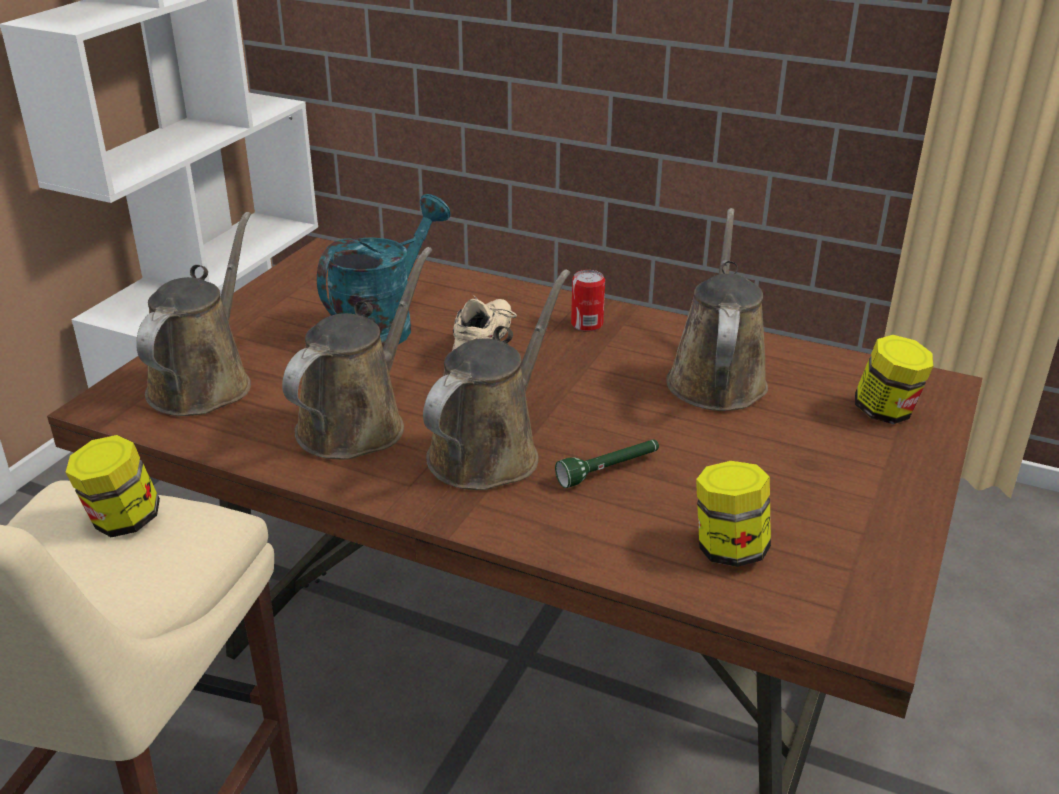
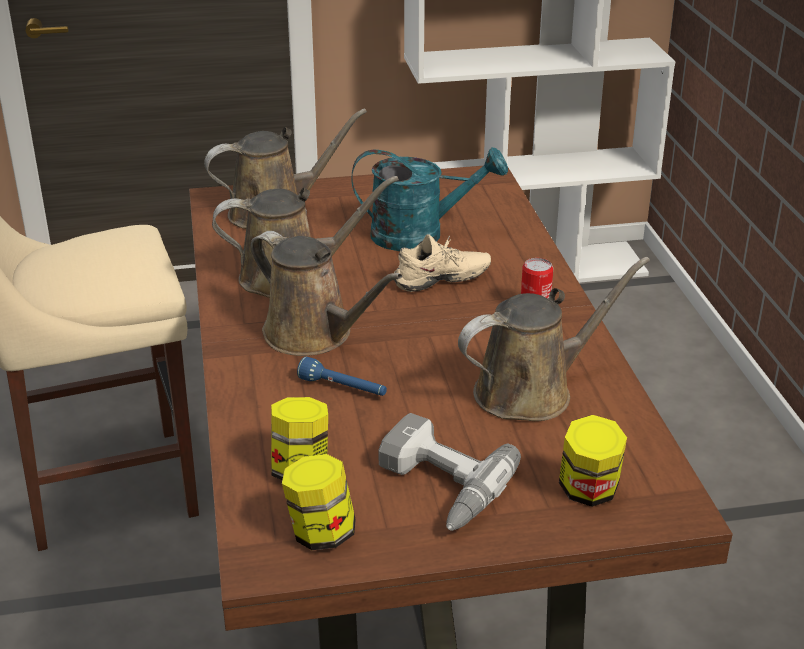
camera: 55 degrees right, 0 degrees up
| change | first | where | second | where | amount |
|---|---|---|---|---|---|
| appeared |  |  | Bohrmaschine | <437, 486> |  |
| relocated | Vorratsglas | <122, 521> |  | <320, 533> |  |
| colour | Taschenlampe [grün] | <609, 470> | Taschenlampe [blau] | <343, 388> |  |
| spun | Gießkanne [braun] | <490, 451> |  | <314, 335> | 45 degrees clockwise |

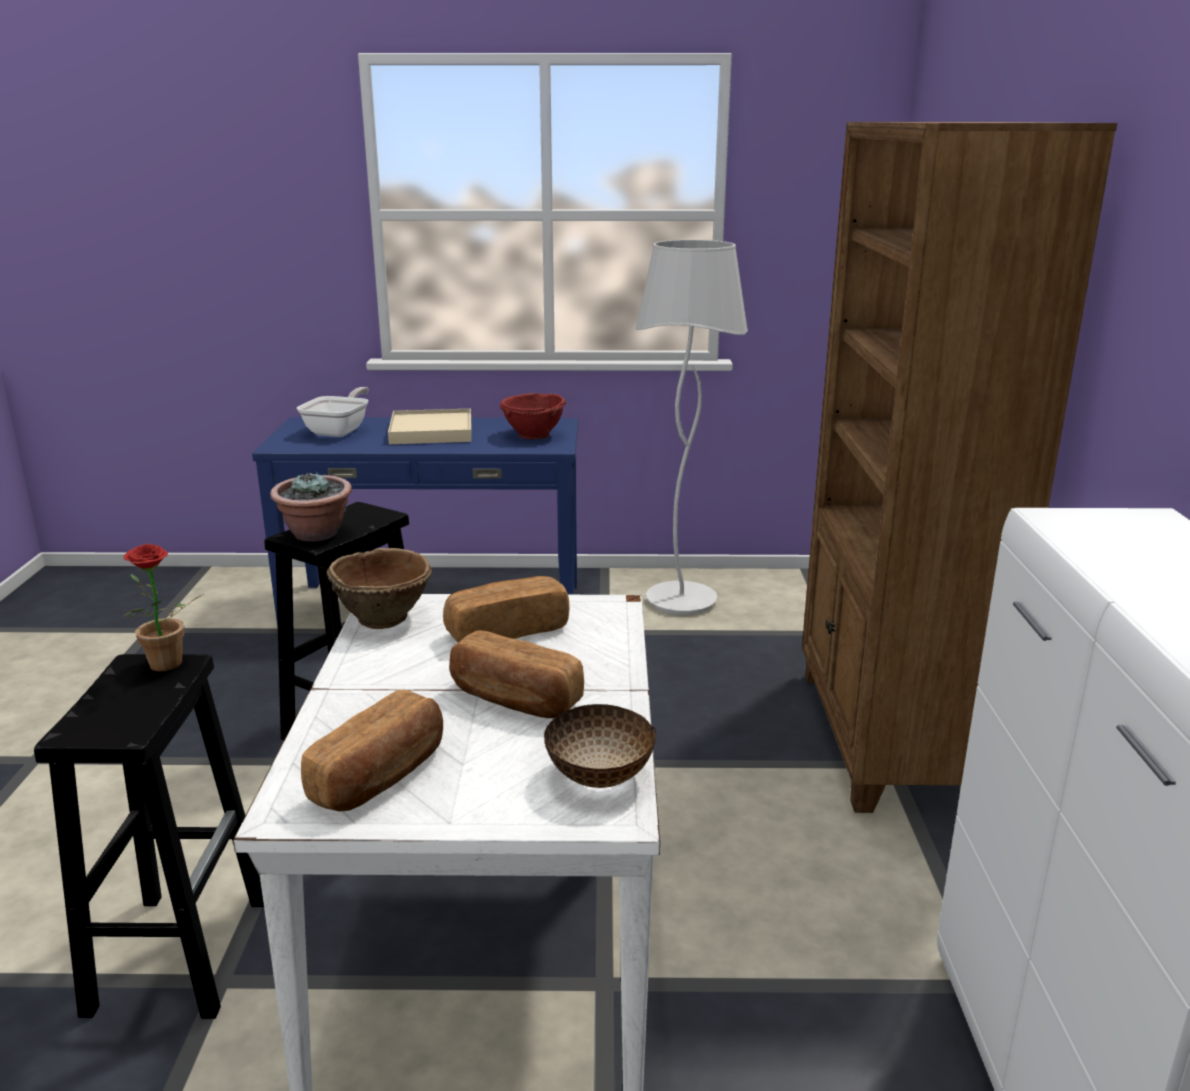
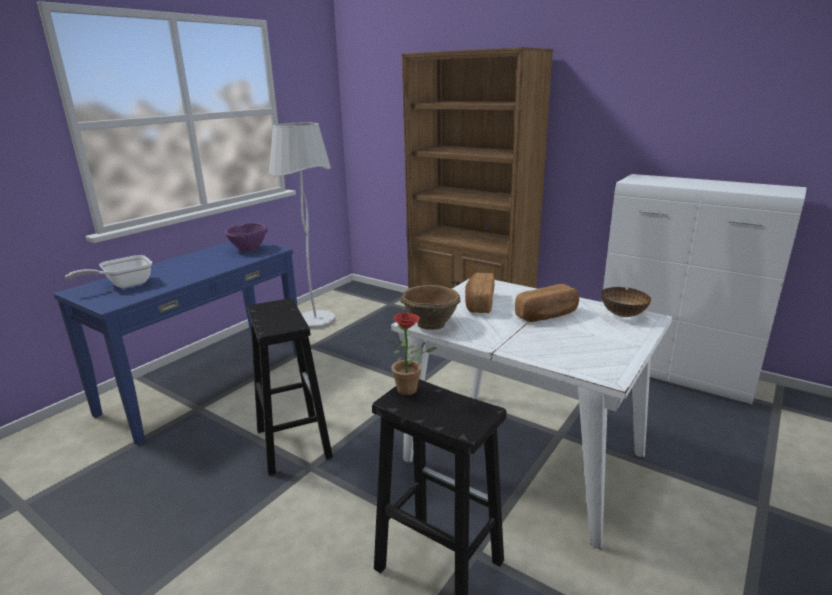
camera: 55 degrees left, 0 degrees up
| change | first | where | second | where | amount |
|---|---|---|---|---|---|
| missing | Topfpflanze | <316, 534> |  |  |  |
| missing | Brot | <381, 776> |  |  |  |
| missing | Tablett [beige] | <431, 431> |  |  |  |
| colour | Schüssel [rot] | <533, 436> | Schüssel [lila] | <248, 250> |  |
| spun | Pfanne | <340, 430> |  | <124, 285> | 90 degrees counterclockwise |

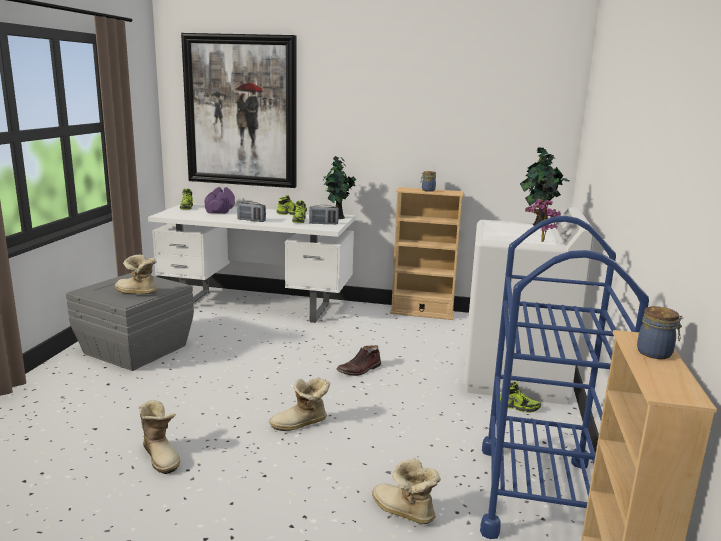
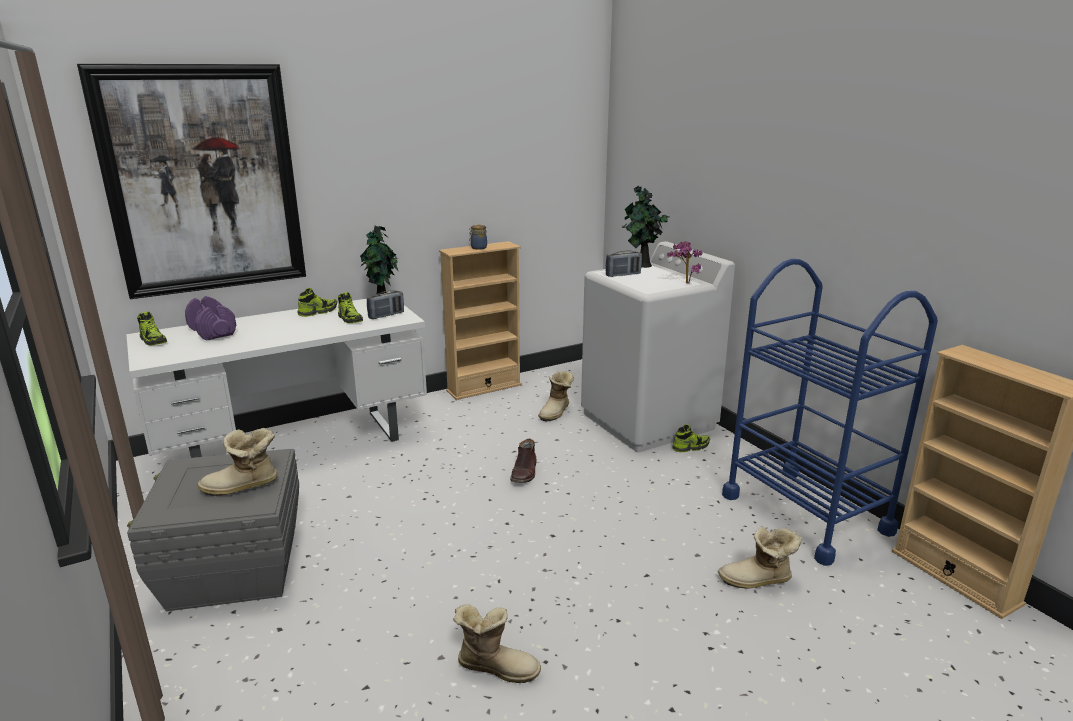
camera: 40 degrees left, 5 degrees up
| change | first | where | second | where | amount |
|---|---|---|---|---|---|
| missing | Vorratsglas | <656, 353> |  |  |  |
| relocated | Radio | <251, 220> |  | <623, 275> |  |
| relocated | Stiefel | <301, 424> |  | <556, 412> |  |

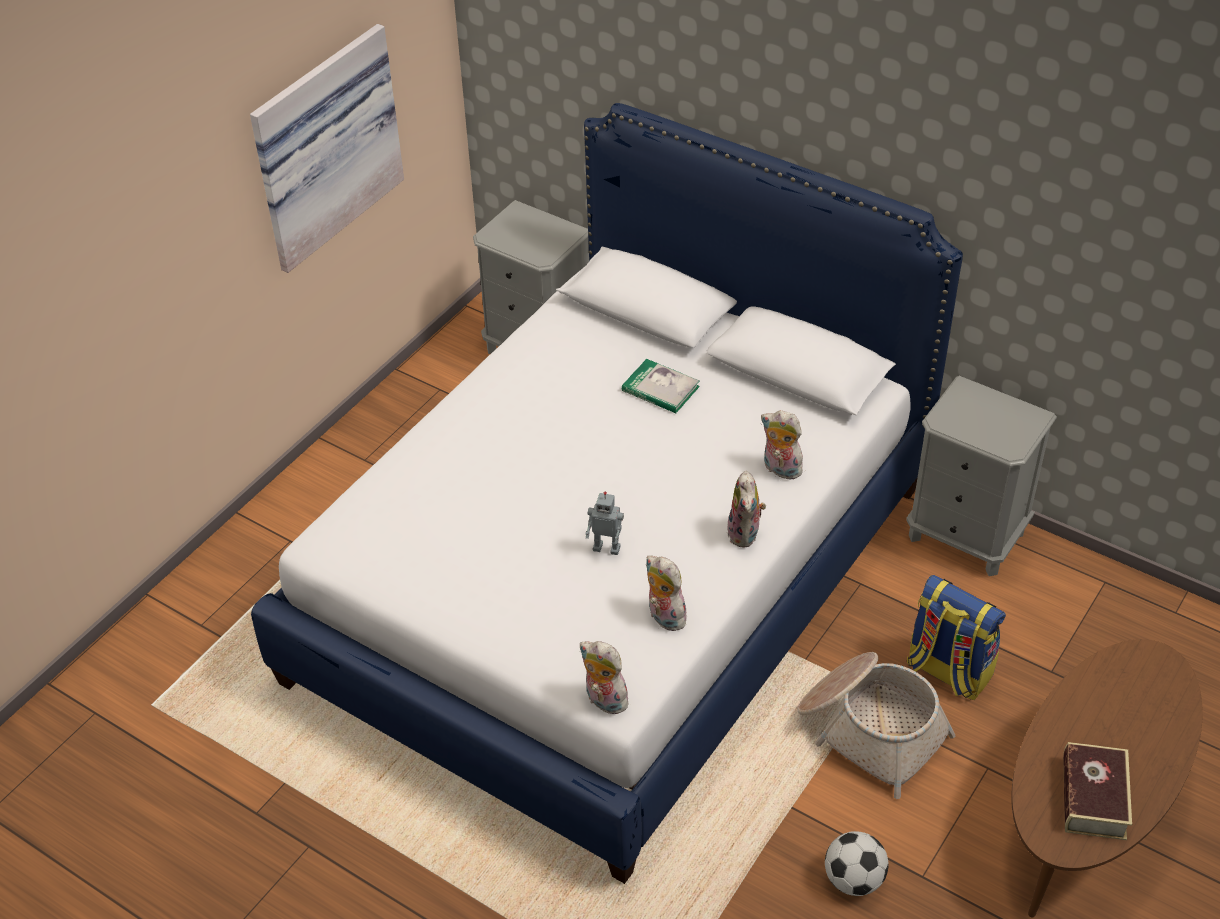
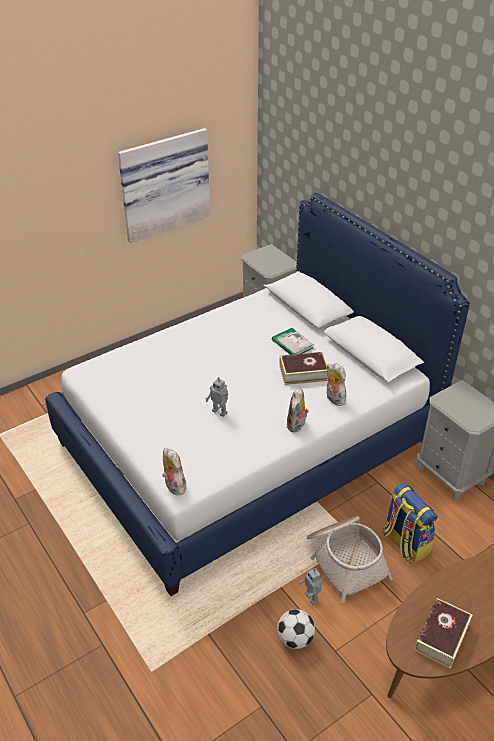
camera: 20 degrees right, 5 degrees down
| change | first | where | second | where | amount |
|---|---|---|---|---|---|
| missing | Plüschtier | <663, 617> |  |  |  |
| appeared |  |  | Buch | <303, 373> |  |
| appeared |  |  | Spielzeugroboter | <312, 597> |  |

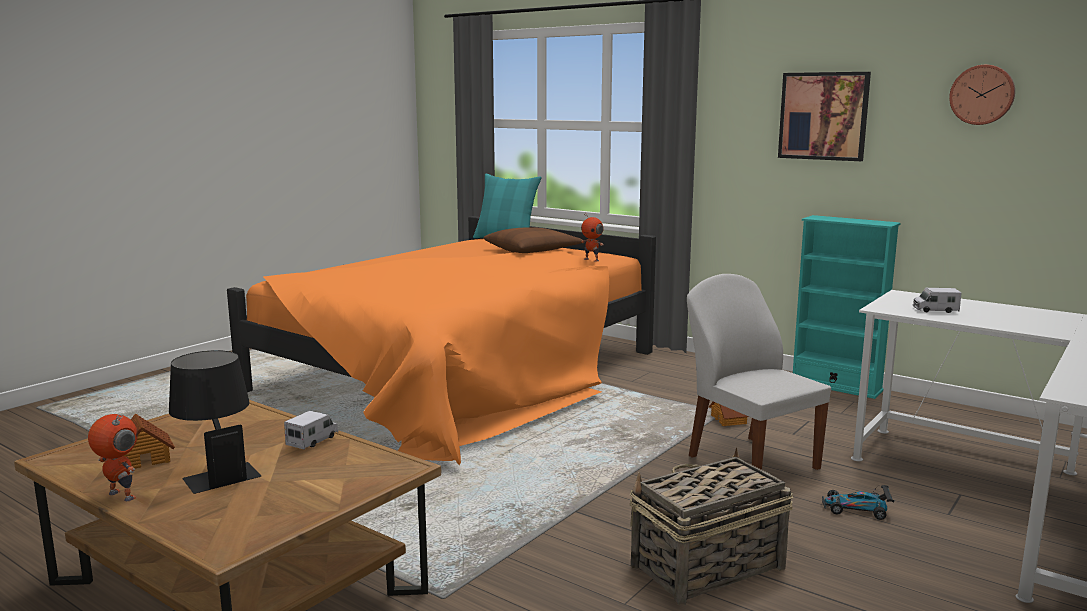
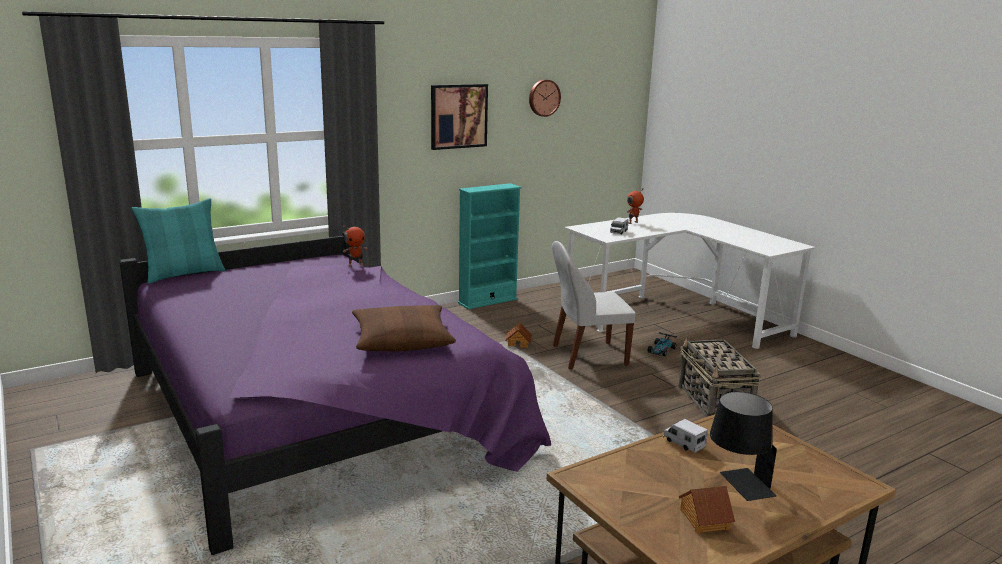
camera: 70 degrees left, 5 degrees up
| change | first | where | second | where | amount |
|---|---|---|---|---|---|
| relocated | Spielzeugroboter | <120, 496> |  | <633, 223> |  |
| relocated | Kissen [braun] | <533, 250> |  | <402, 339> |  |
| colour | Bett [orange] | <460, 375> | Bett [lila] | <320, 413> |  |

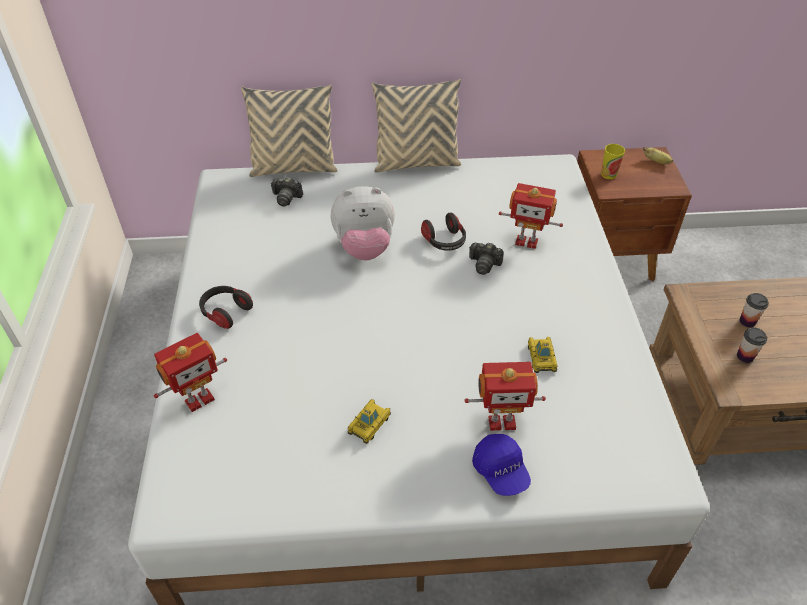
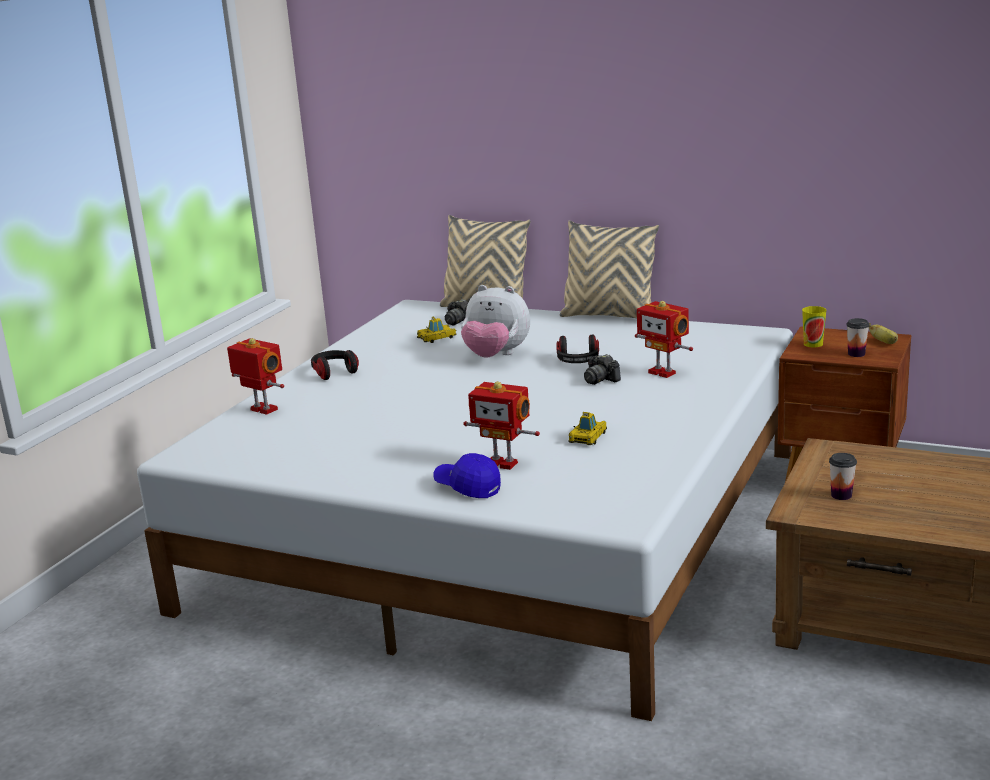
camera: 30 degrees right, 25 degrees down
| change | first | where | second | where | amount |
|---|---|---|---|---|---|
| relocated | Spielzeugauto | <369, 424> |  | <437, 338> |  |
| relocated | Tasse | <747, 321> |  | <856, 354> |  |
| spun | Spielzeugroboter | <198, 399> |  | <262, 410> | 135 degrees counterclockwise |
| spun | Kappe [blau] | <501, 471> |  | <467, 487> | 120 degrees clockwise |

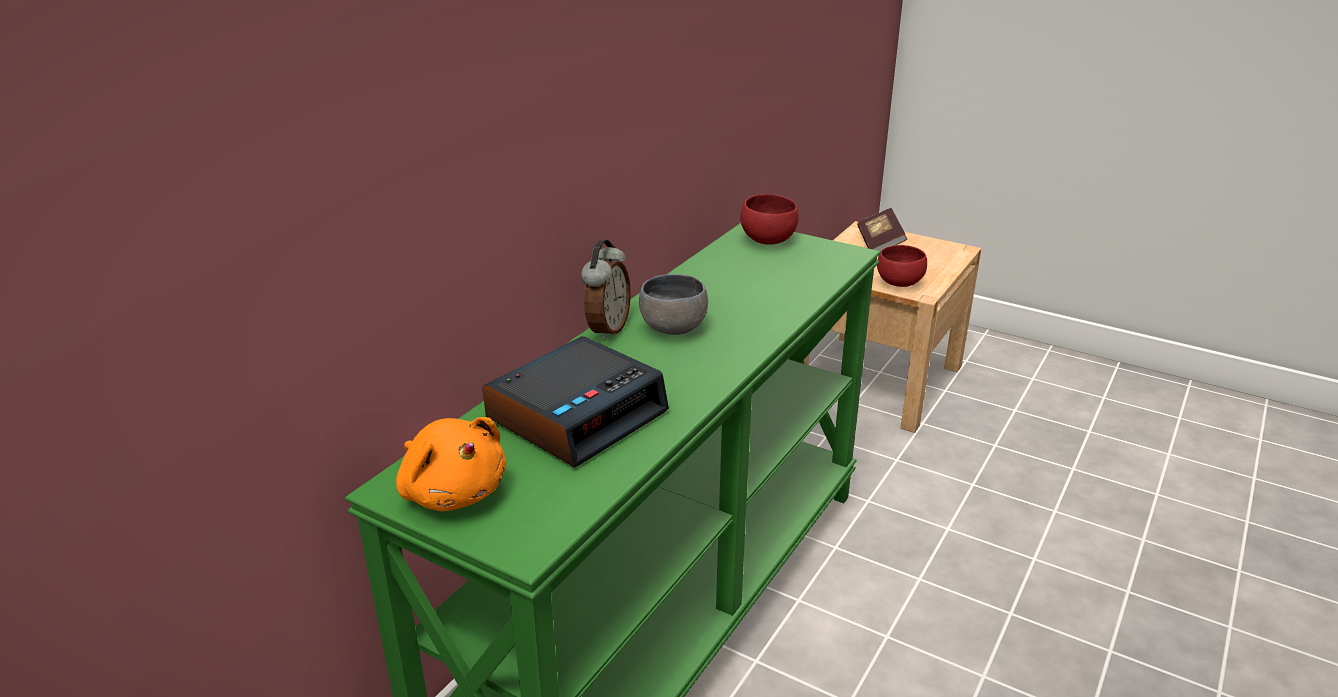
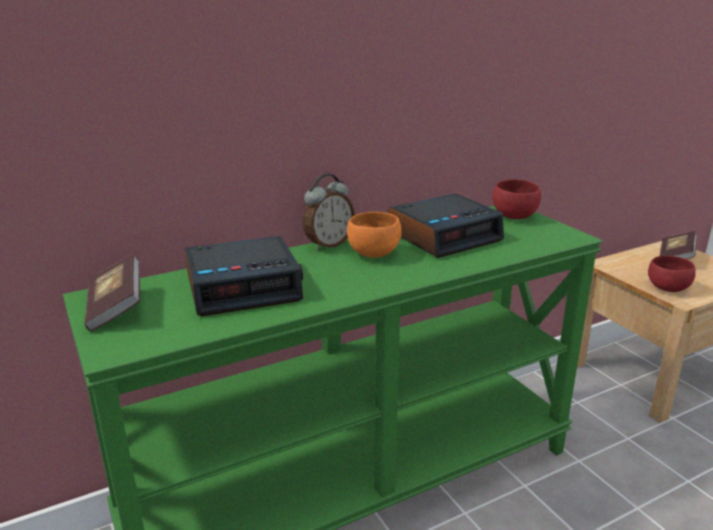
camera: 30 degrees right, 5 degrees down
| change | first | where | second | where | amount |
|---|---|---|---|---|---|
| appeared |  |  | Wecker | <444, 235> |  |
| exchanged | Plüschtier [orange] | <452, 491> | Buch | <116, 308> |  |
| colour | Schüssel [grau] | <670, 328> | Schüssel [orange] | <372, 253> |  |

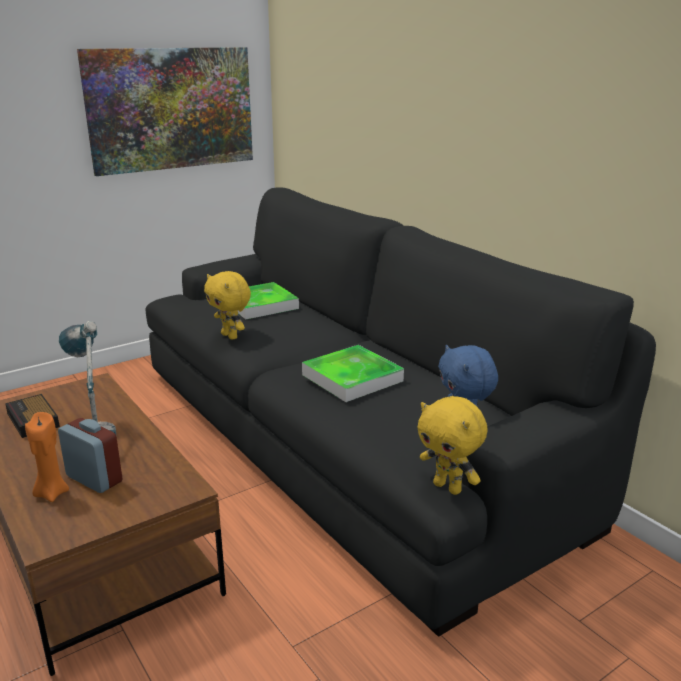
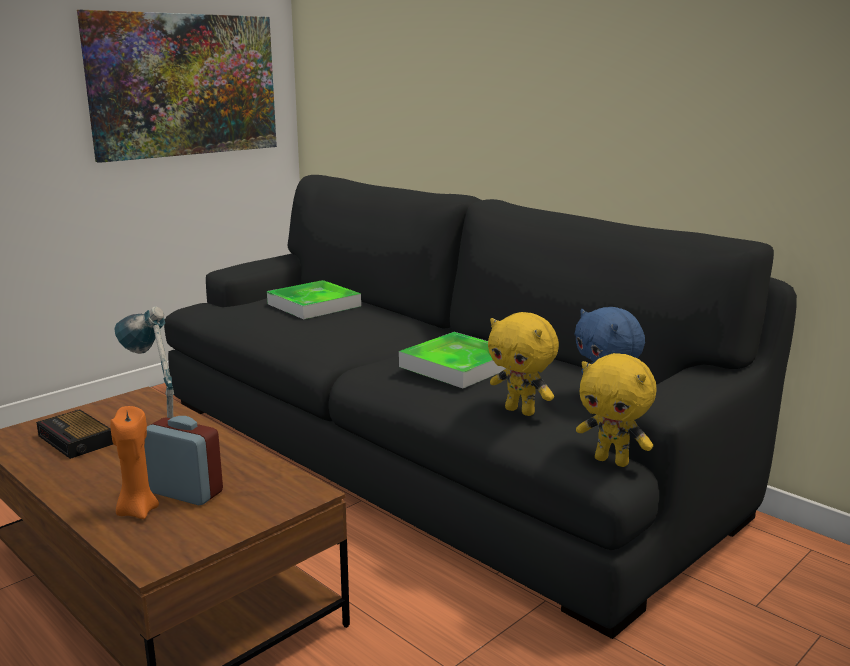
camera: 10 degrees left, 5 degrees down
| change | first | where | second | where | amount |
|---|---|---|---|---|---|
| relocated | Plüschtier [gelb] | <230, 336> |  | <521, 411> |  |

